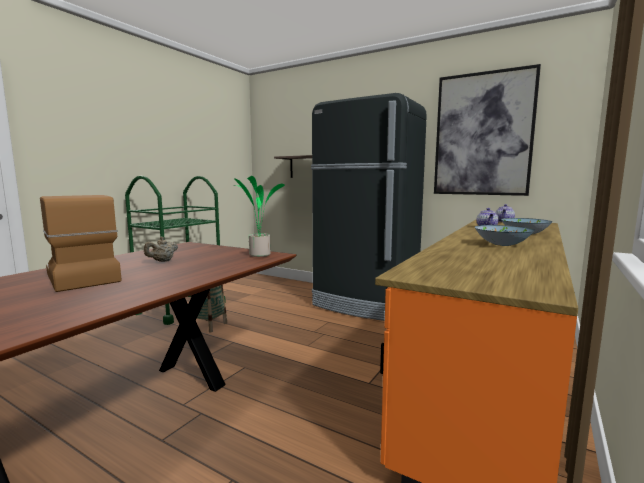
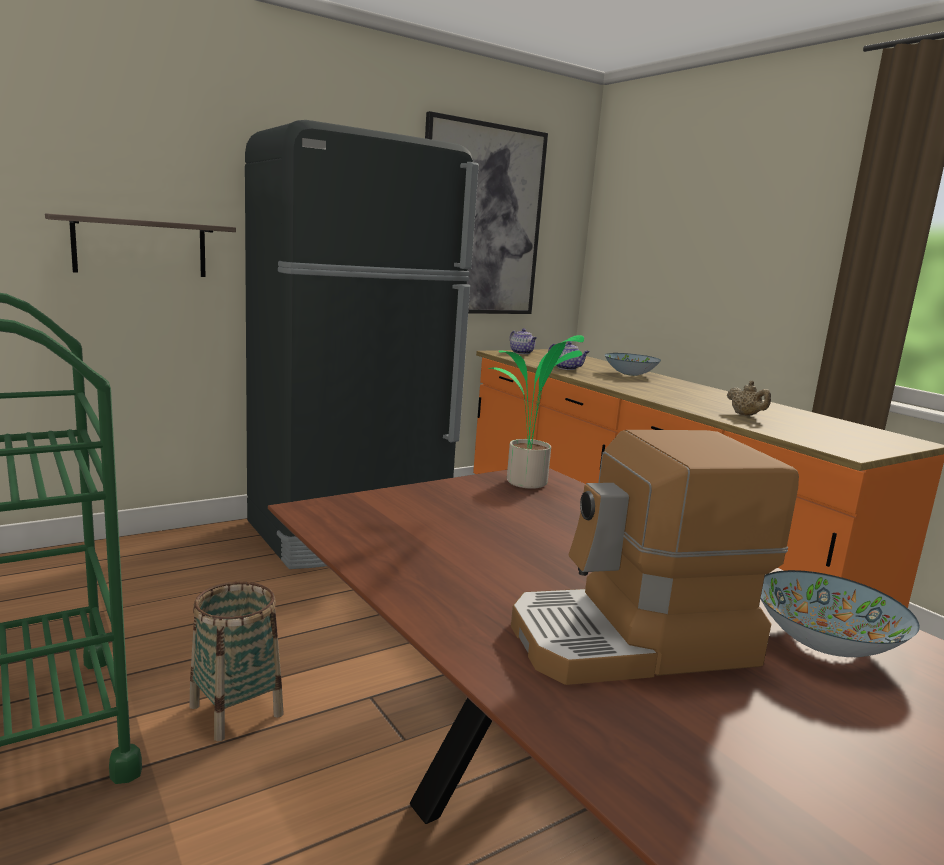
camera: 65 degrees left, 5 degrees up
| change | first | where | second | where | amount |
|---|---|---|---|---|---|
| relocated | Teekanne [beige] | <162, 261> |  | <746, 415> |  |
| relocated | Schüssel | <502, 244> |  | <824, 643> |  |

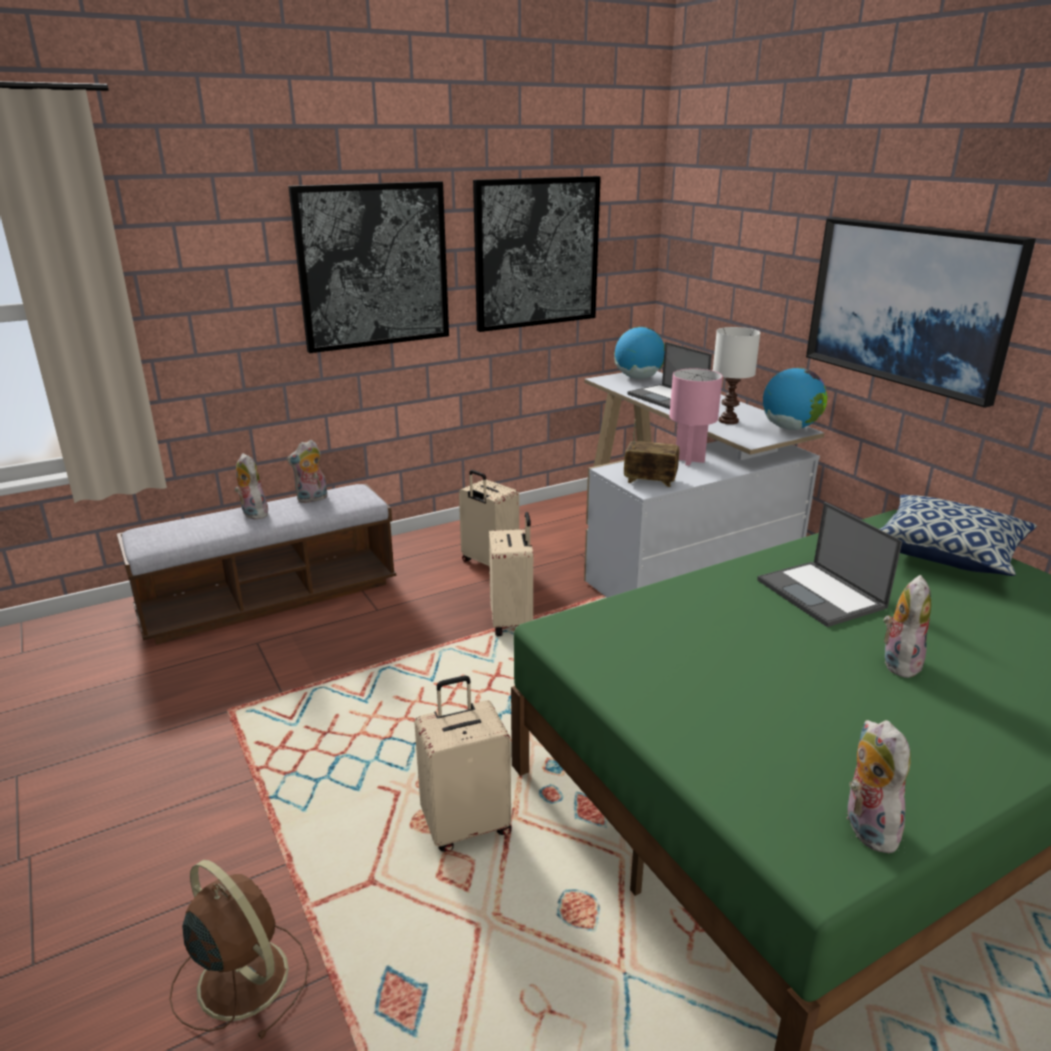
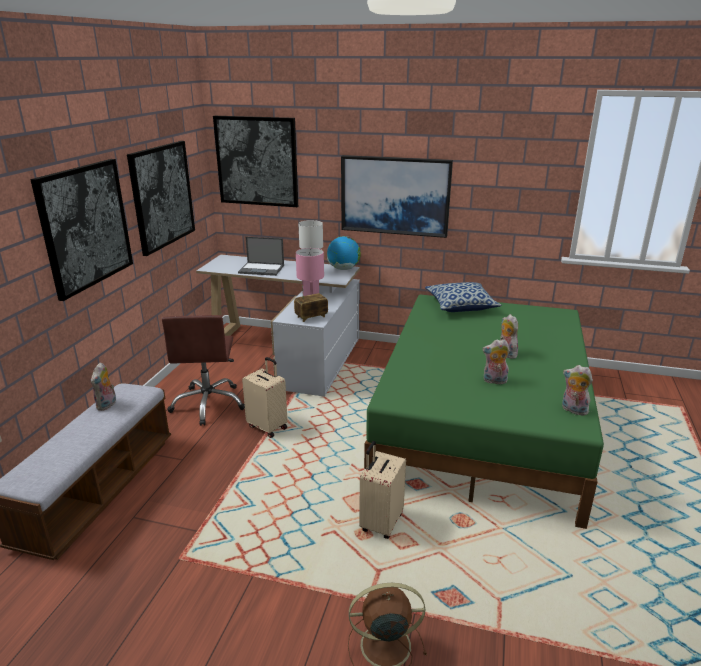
camera: 45 degrees left, 0 degrees up
| change | first | where | second | where | amount |
|---|---|---|---|---|---|
| missing | Globus | <638, 378> |  |  |  |
| missing | Laptop | <822, 594> |  |  |  |
| appeared |  |  | Bild | <257, 161> |  |
| relocated | Plüschtier | <252, 513> |  | <494, 381> |  |
| exchanged | Koffer [beige] | <488, 563> | Bürostuhl [braun] | <209, 404> |  |

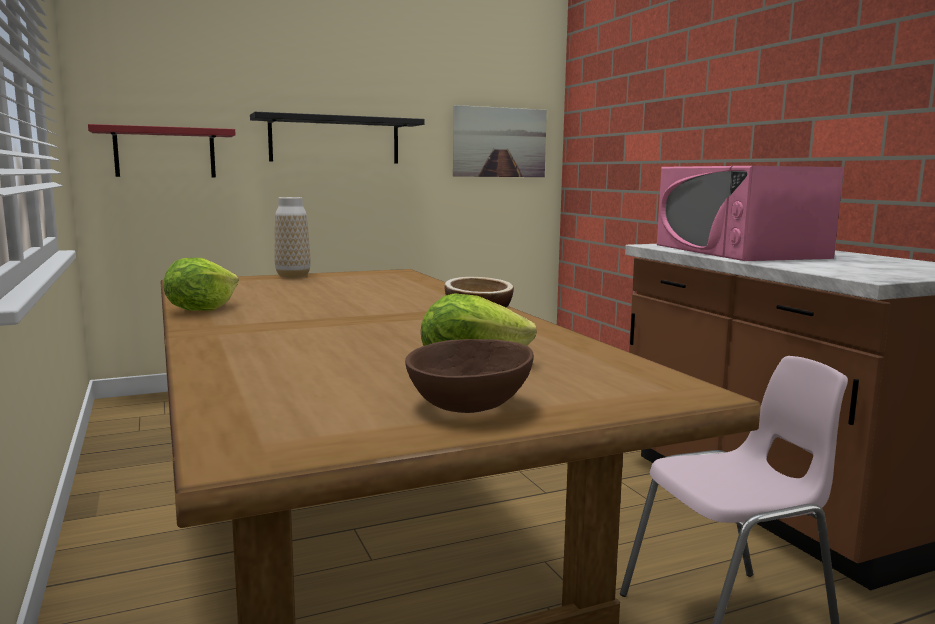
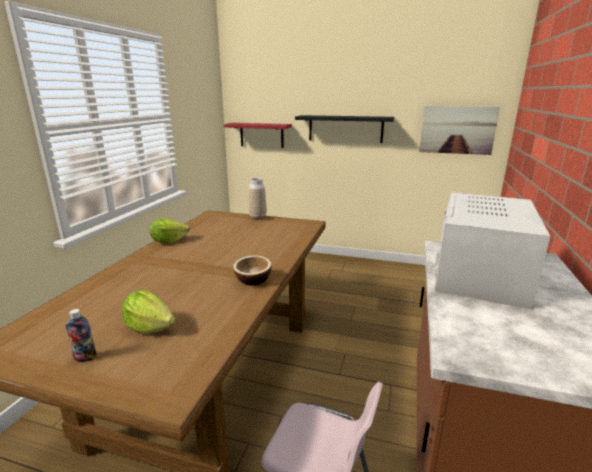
camera: 40 degrees right, 10 degrees up
| change | first | where | second | where | amount |
|---|---|---|---|---|---|
| exchanged | Schüssel [braun] | <469, 405> | Flasche | <85, 358> |  |
| colour | Mikrowelle [rosa] | <738, 251> | Mikrowelle [weiß] | <480, 272> |  |

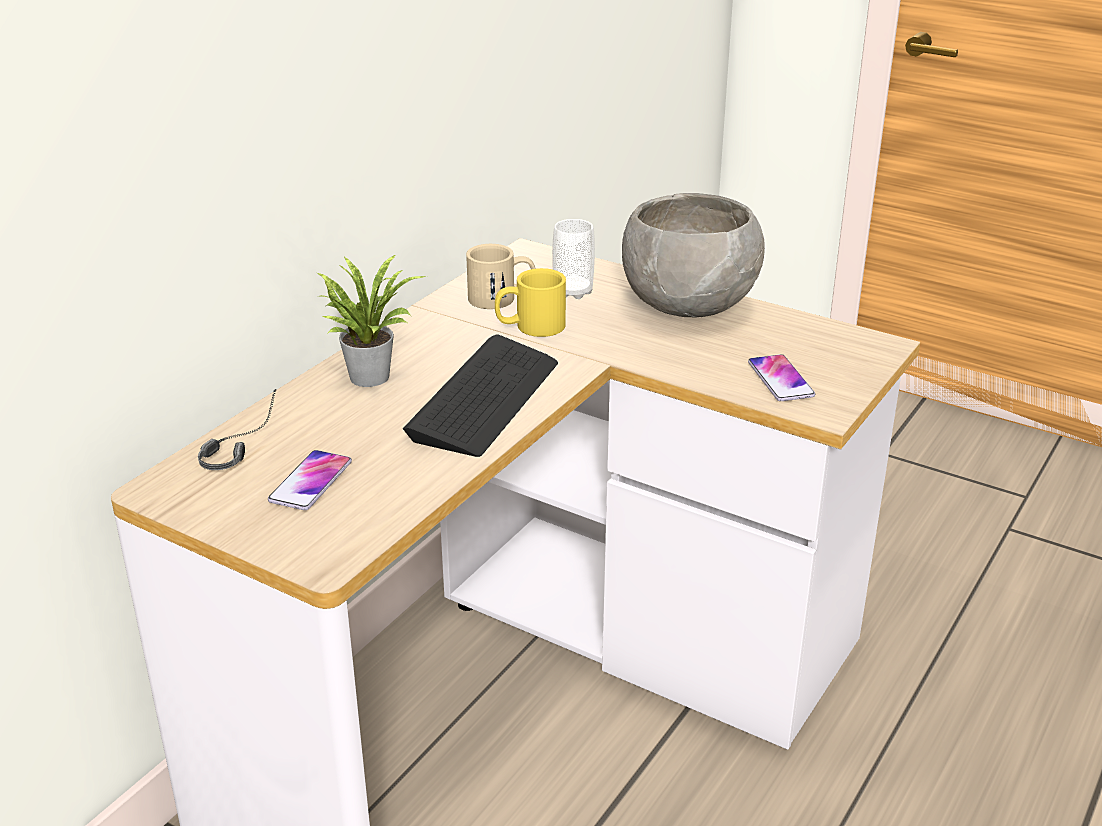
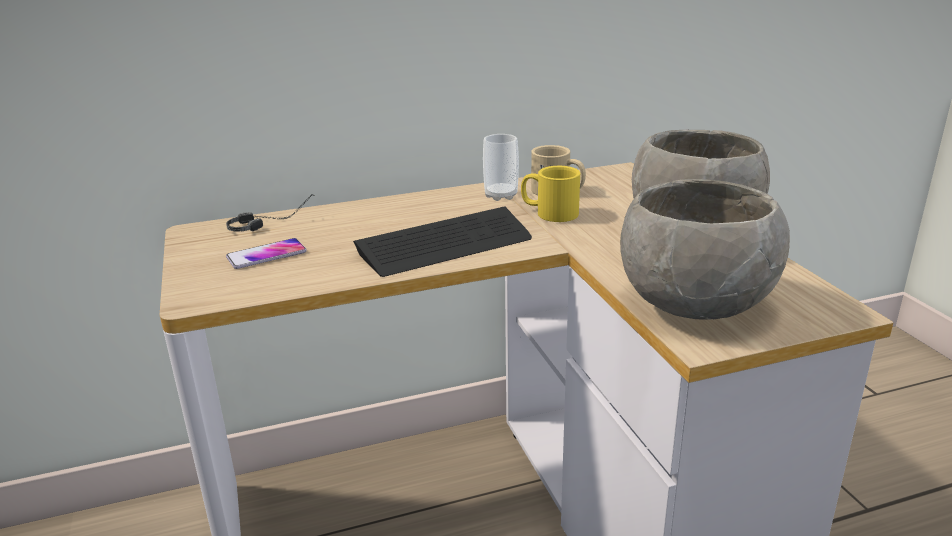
camera: 40 degrees right, 5 degrees down
| change | first | where | second | where | amount |
|---|---|---|---|---|---|
| missing | Topfpflanze | <369, 374> |  |  |  |
| relocated | Tasse | <573, 292> |  | <501, 195> |  |
| exchanged | Handy | <780, 379> | Schüssel [grau] | <695, 305> |  |

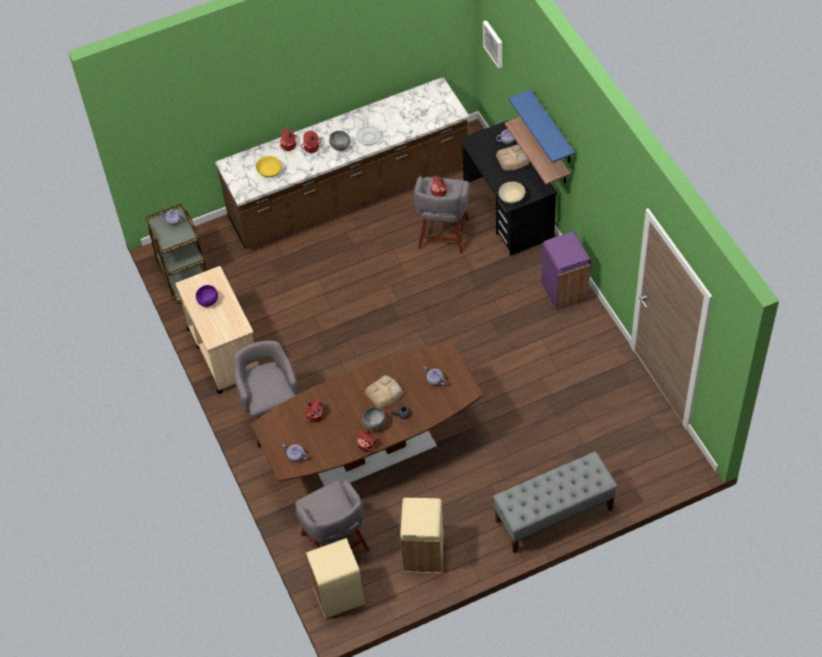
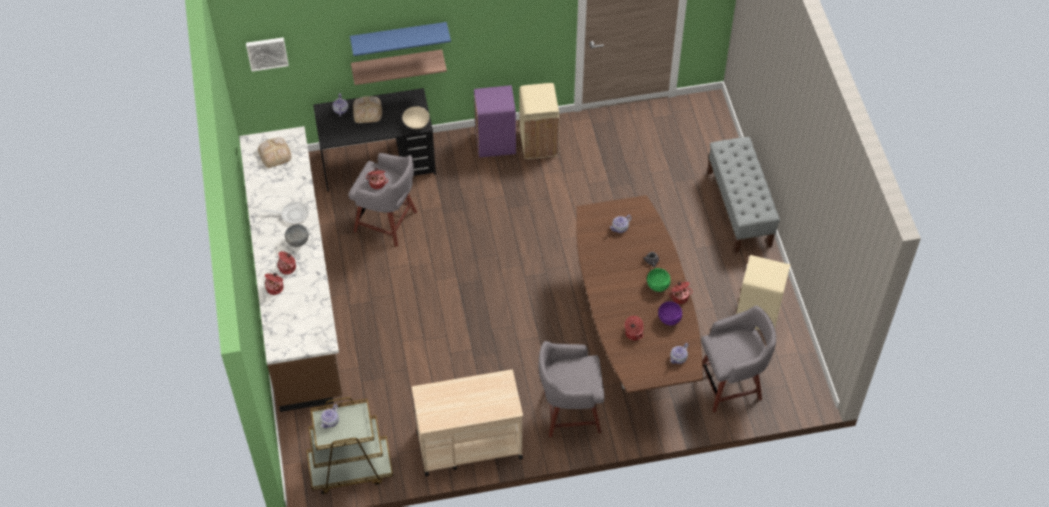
camera: 80 degrees left, 0 degrees up
| change | first | where | second | where | amount |
|---|---|---|---|---|---|
| missing | Schüssel [gelb] | <269, 172> |  |  |  |
| relocated | Schüssel [lila] | <208, 302> |  | <669, 319> |  |
| relocated | Mülleimer [beige] | <339, 596> |  | <539, 143> |  |
| relocated | Brot | <385, 393> |  | <275, 153> |  |
| colour | Schüssel [grau] | <375, 424> | Schüssel [grün] | <657, 285> |  |

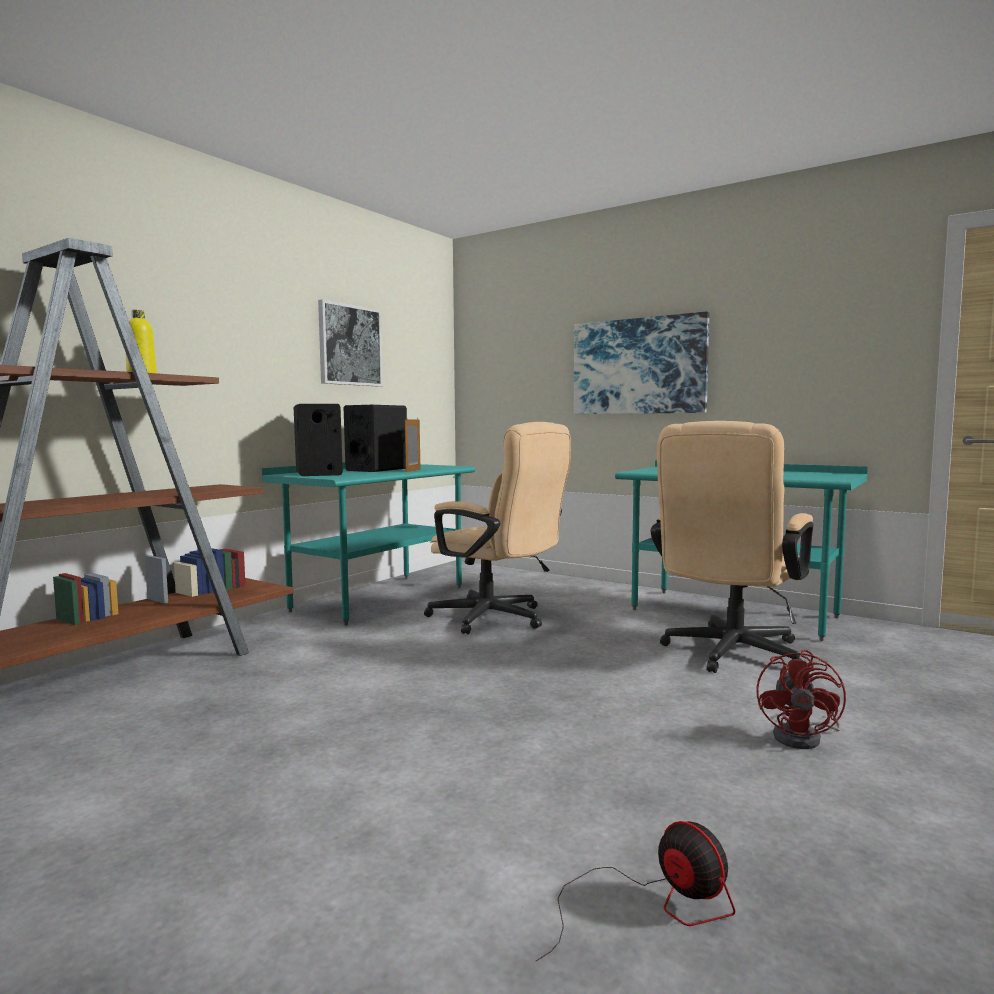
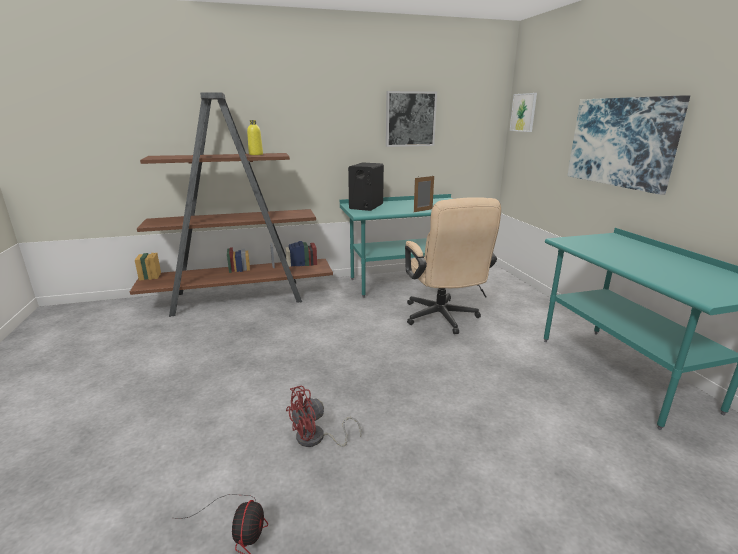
camera: 40 degrees right, 15 degrees up
| change | first | where | second | where | amount |
|---|---|---|---|---|---|
| missing | Lautsprecher [schwarz] | <377, 469> |  |  |  |
| missing | Bürostuhl [beige] | <728, 655> |  |  |  |
| appeared |  |  | Bild | <523, 112> |  |
| relocated | Ventilator [rot] | <804, 738> |  | <316, 439> |  |

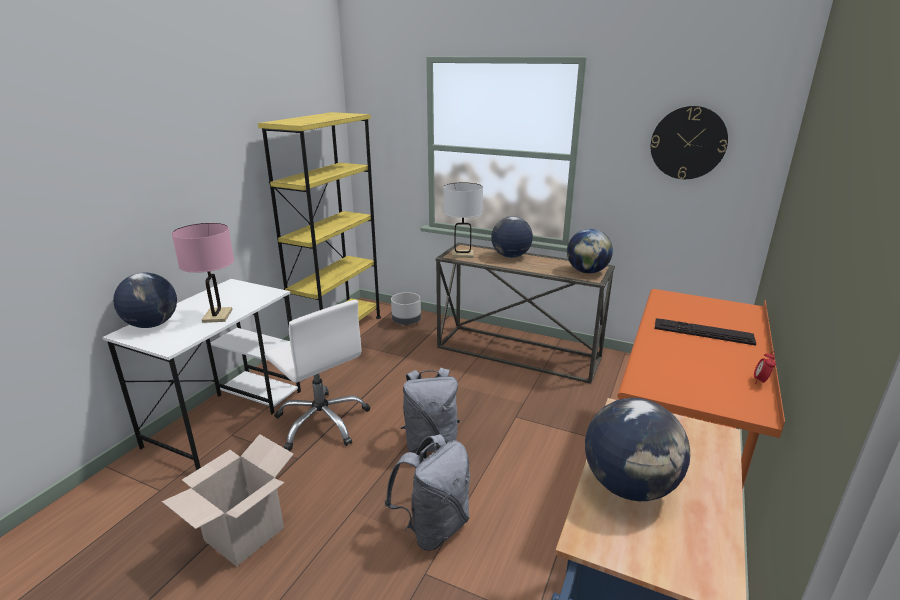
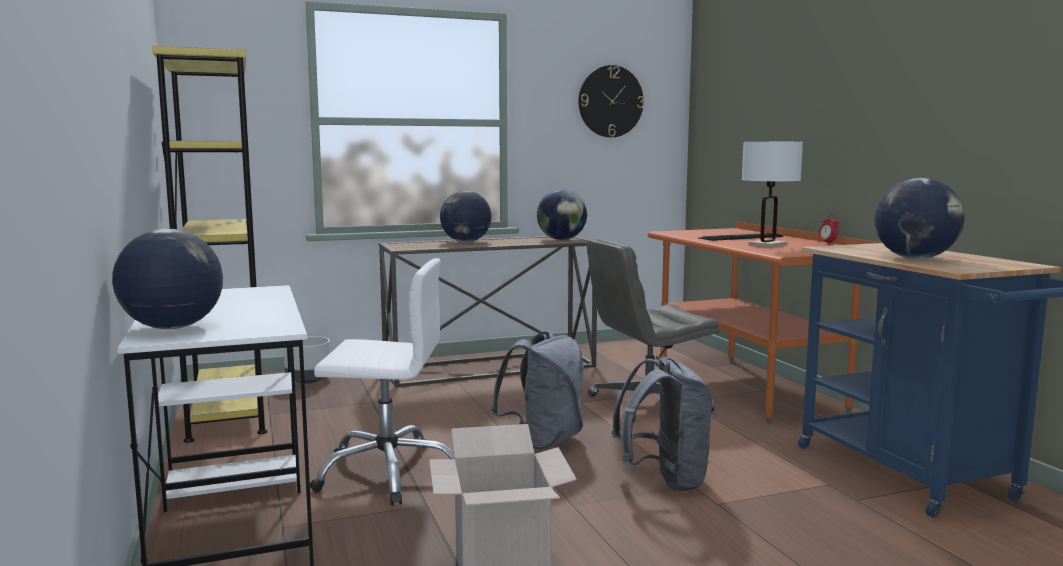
camera: 45 degrees left, 15 degrees down
| change | first | where | second | where | amount |
|---|---|---|---|---|---|
| missing | Tischlampe [rosa] | <217, 316> |  |  |  |
| appeared |  |  | Bürostuhl [grau] | <647, 404> |  |
| relocated | Tischlampe [weiß] | <462, 254> |  | <767, 245> |  |

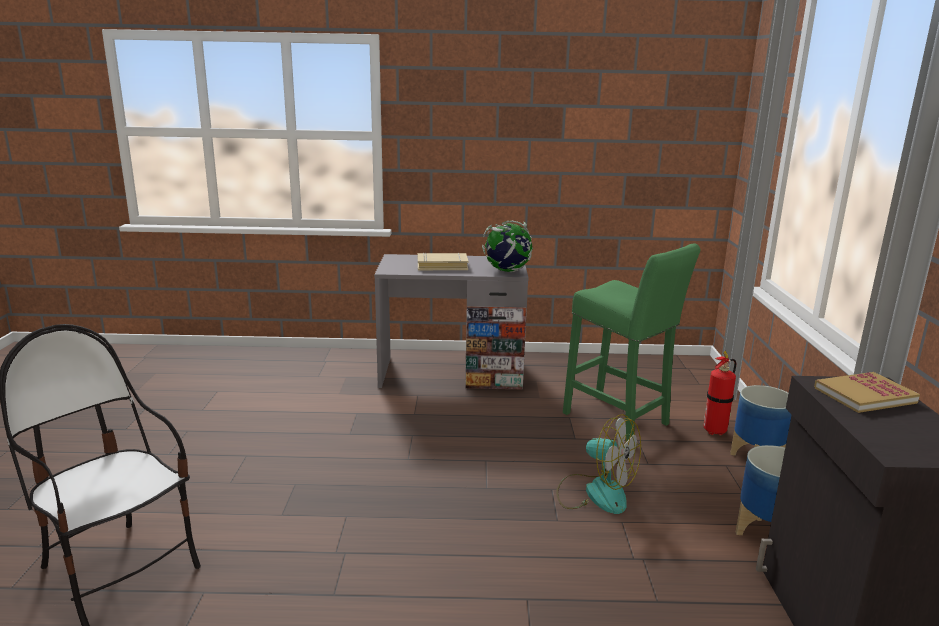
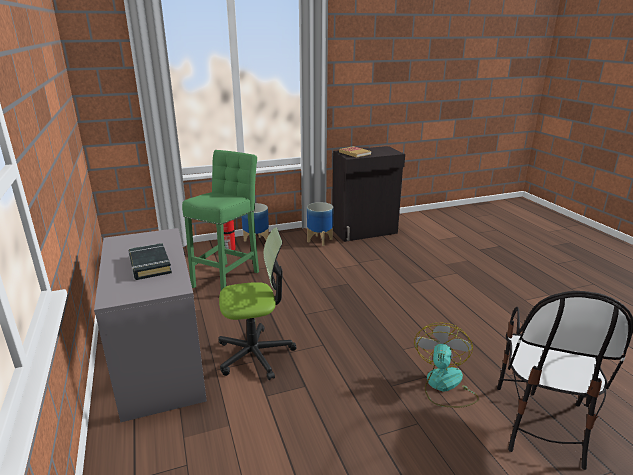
camera: 110 degrees left, 5 degrees up
| change | first | where | second | where | amount |
|---|---|---|---|---|---|
| missing | Globus | <507, 271> |  |  |  |
| appeared |  |  | Bürostuhl | <255, 354> |  |
| relocated | Ventilator | <595, 492> |  | <444, 386> |  |
| colour | Buch [beige] | <442, 266> | Buch [schwarz] | <149, 265> |  |

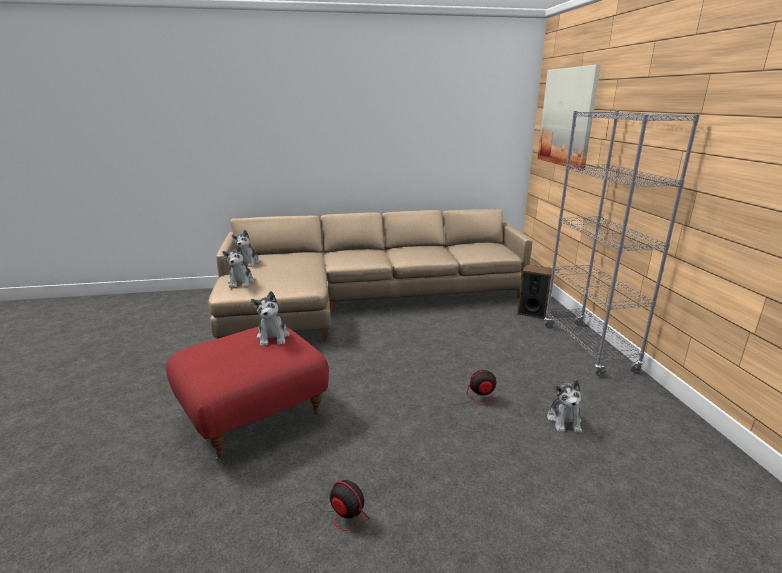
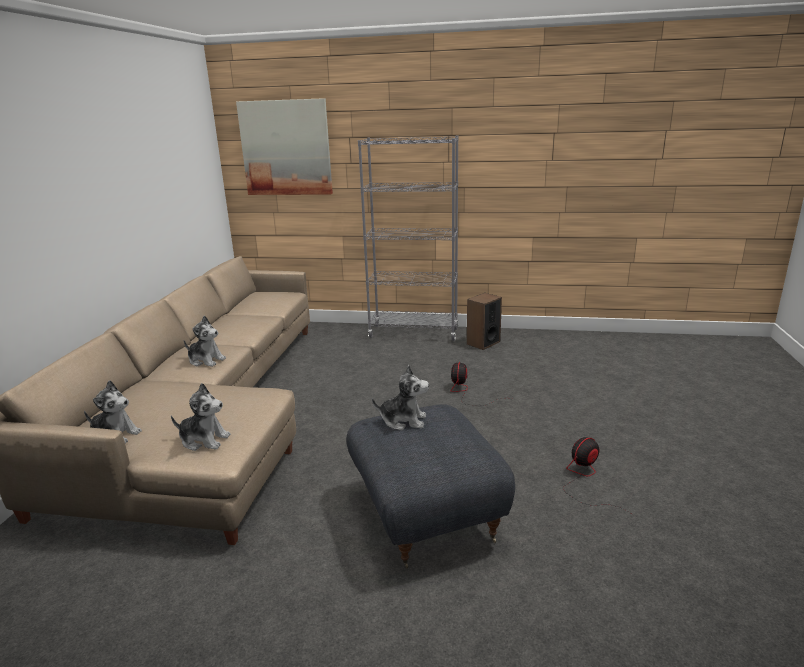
camera: 70 degrees left, 0 degrees up
| change | first | where | second | where | amount |
|---|---|---|---|---|---|
| relocated | Lautsprecher | <532, 312> |  | <483, 343> |  |
| relocated | Plüschtier | <564, 420> |  | <206, 360> |  |
| colour | Polsterhocker [rot] | <254, 415> | Polsterhocker [grau] | <424, 514> |  |

